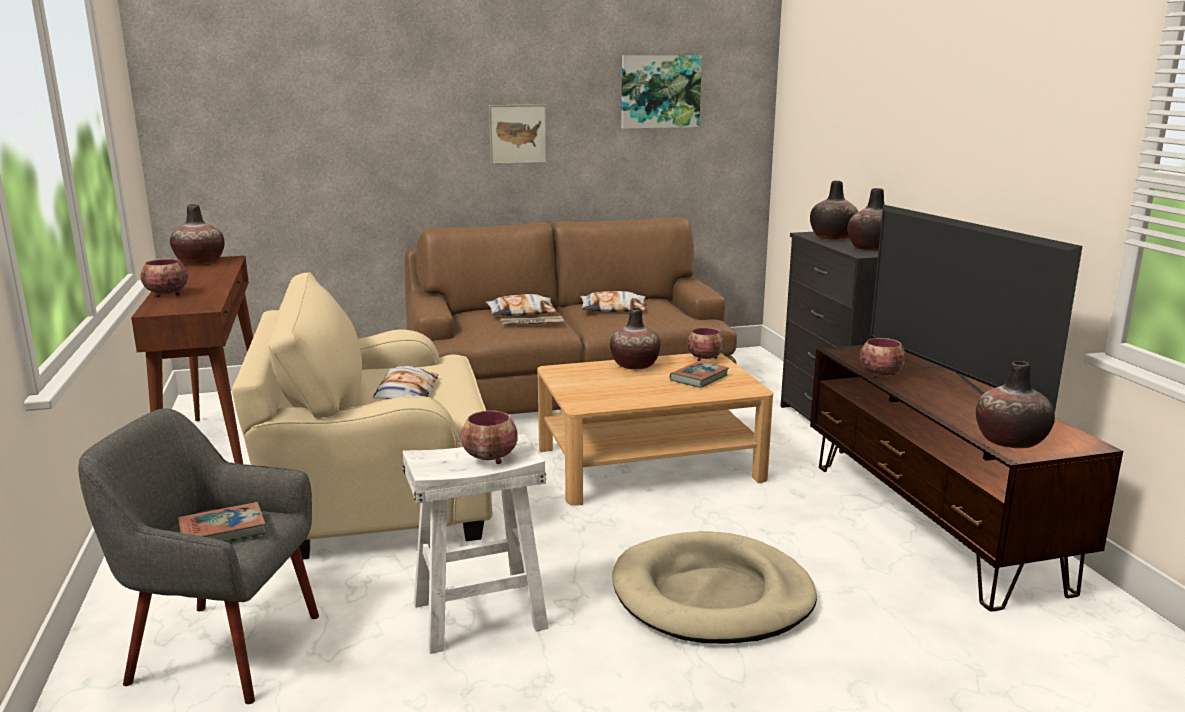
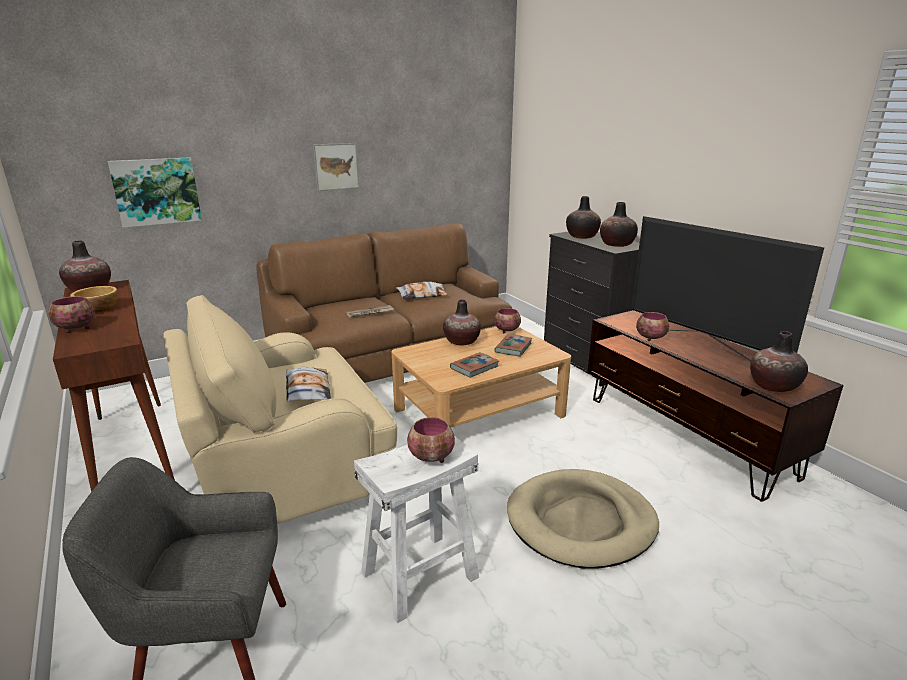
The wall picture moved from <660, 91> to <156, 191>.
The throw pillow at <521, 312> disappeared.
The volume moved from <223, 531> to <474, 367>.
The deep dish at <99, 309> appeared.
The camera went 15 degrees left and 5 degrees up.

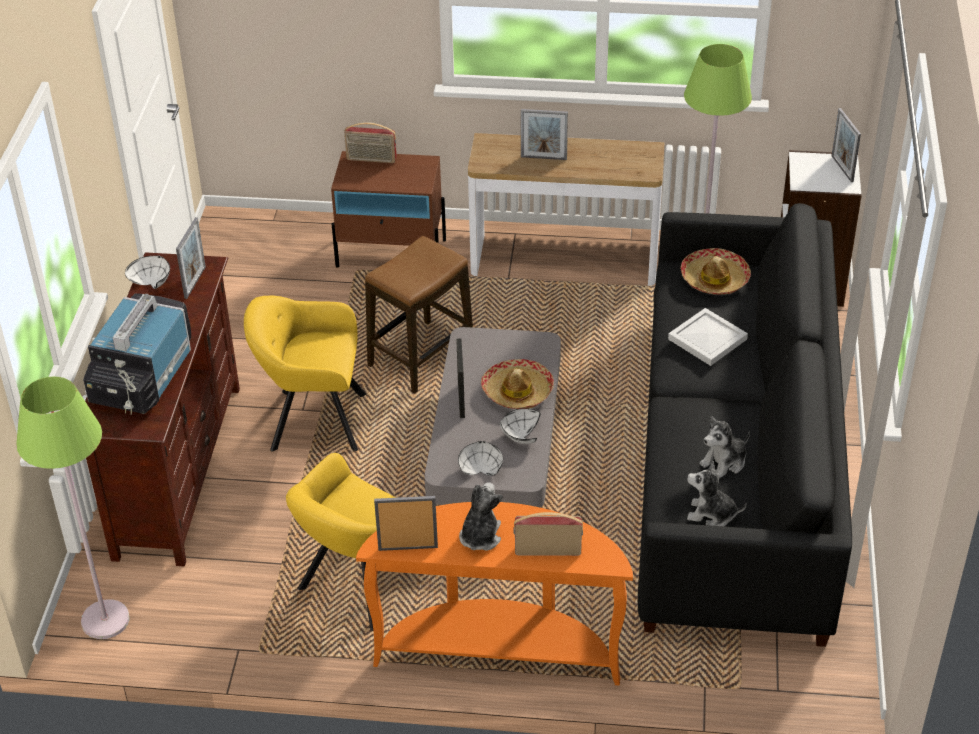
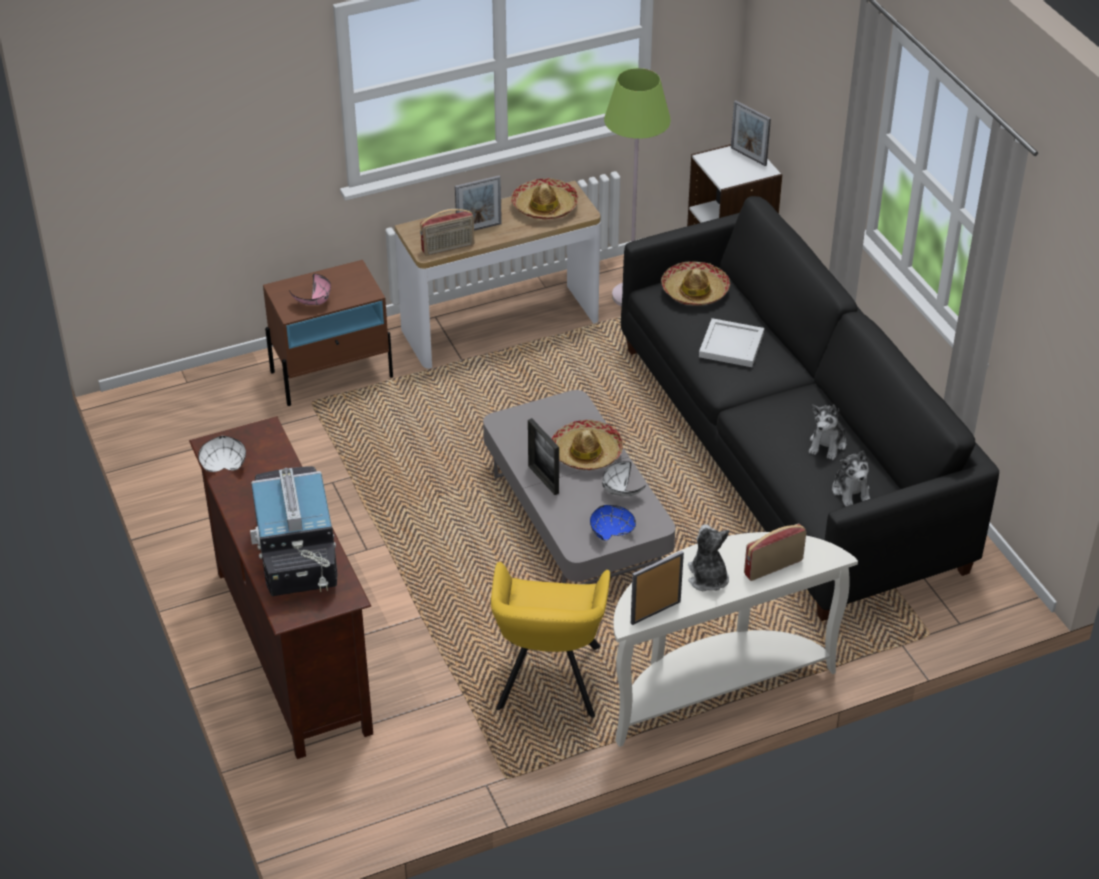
The radio receiver moved from <371, 159> to <448, 248>.
The photo frame at <195, 282> disappeared.
The stool at <421, 357> disappeared.
The yellowish lounge chair at <313, 420> disappeared.
The green-coloured standard lamp at <105, 620> disappeared.
The whitish deep dish at <480, 468> became the bluish deep dish at <609, 532>.
The cuddly toy at <711, 514> turned 90 degrees counterclockwise.
The orange-coloured narrow table at <499, 649> became the whitish narrow table at <714, 686>.
The clothing hat at <545, 206> appeared.
The pink-coloured deep dish at <315, 302> appeared.
The camera went 30 degrees left and 0 degrees up.

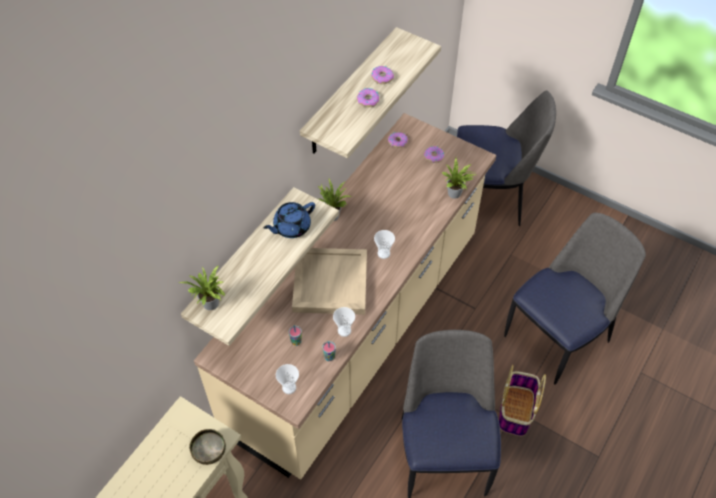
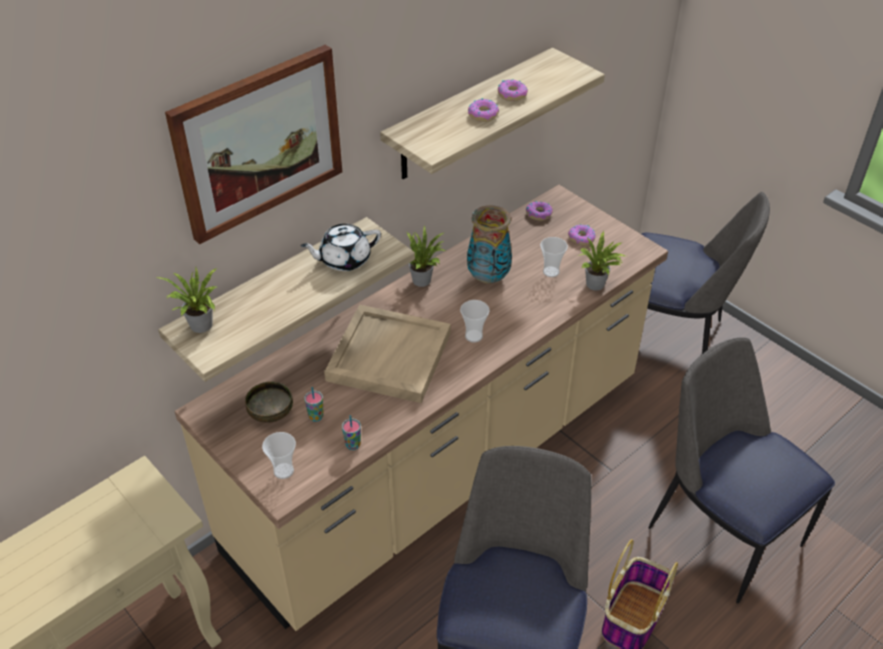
The bluish tea pot at <291, 227> became the whitish tea pot at <344, 260>.
The plain chair at <558, 336> turned 105 degrees counterclockwise.
The drinking cup moved from <344, 331> to <551, 272>.
The deep dish moved from <209, 452> to <270, 414>.
The wall picture at <258, 142> appeared.
The decorative vase at <488, 278> appeared.
The camera went 15 degrees right and 10 degrees down.

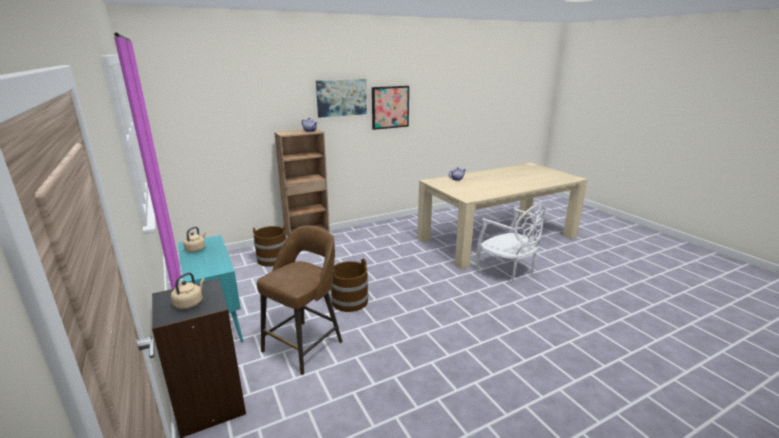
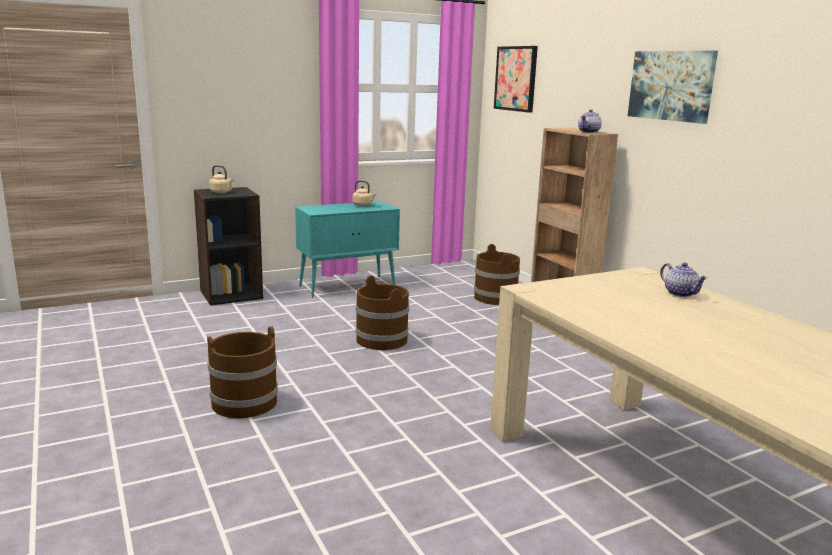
The wall picture moved from <390, 107> to <516, 78>.
The whitish plain chair at <507, 271> disappeared.
The brown stool at <304, 345> disappeared.
The brown bucket at <245, 402> appeared.
The camera went 90 degrees right and 5 degrees down.

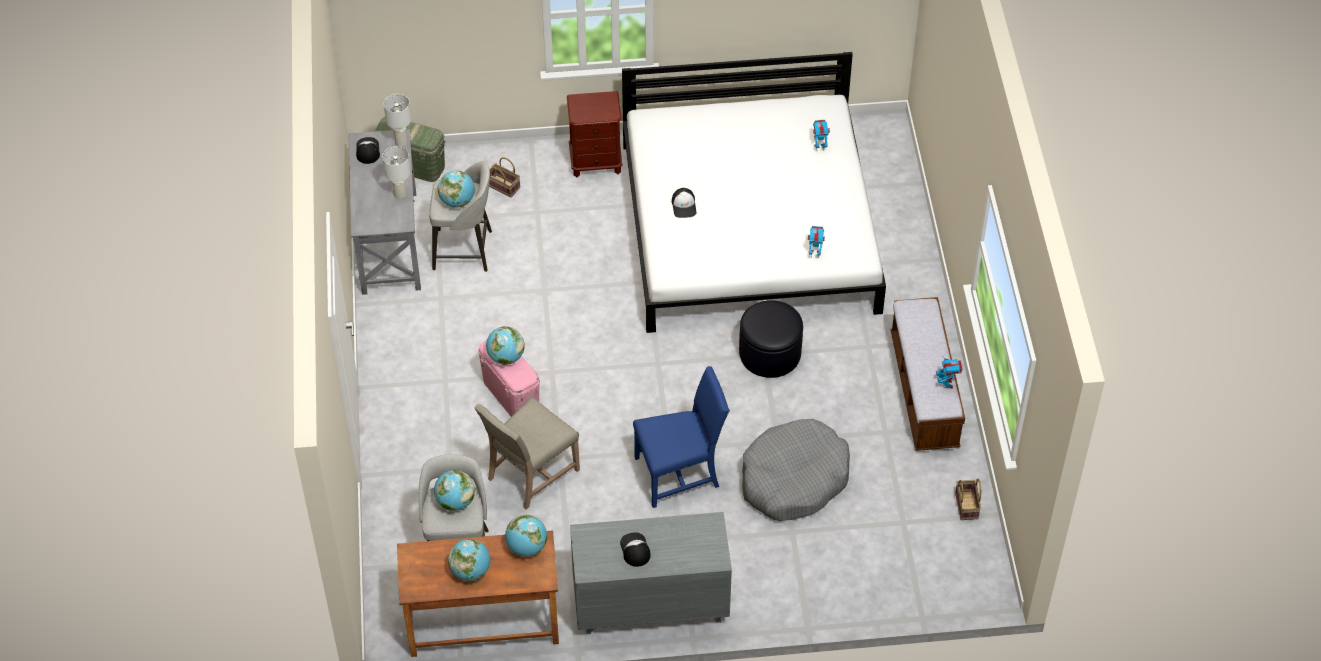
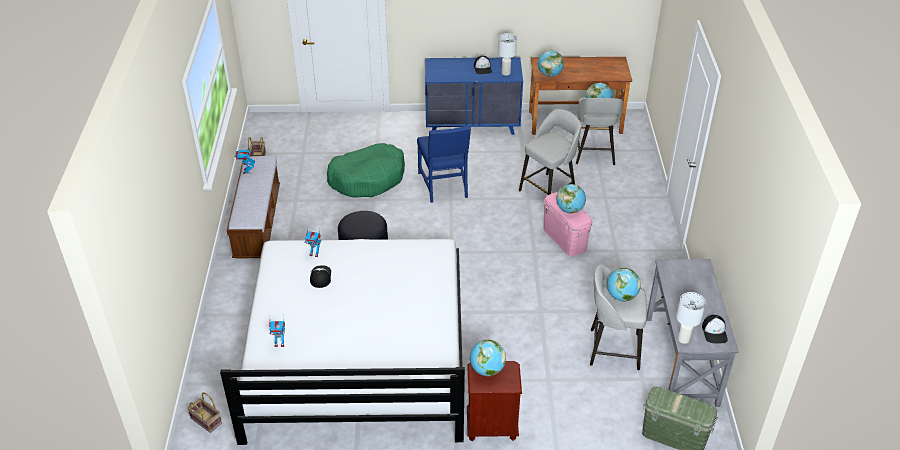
The whitish lamp for a table moved from <400, 194> to <506, 73>.
The storage basket moved from <502, 186> to <207, 420>.
The peaked cap moved from <684, 206> to <320, 277>.
The bluish plain chair at <680, 473> turned 90 degrees counterclockwise.
The sand-coloured plain chair at <530, 474> was replaced by the greyish stool at <548, 191>.
The greyish dog bed at <793, 479> became the green-coloured dog bed at <368, 178>.
The greyish chest of drawers at <650, 605> became the bluish chest of drawers at <472, 124>.
The globe moved from <470, 571> to <487, 370>.
The camera went 175 degrees left and 10 degrees down.

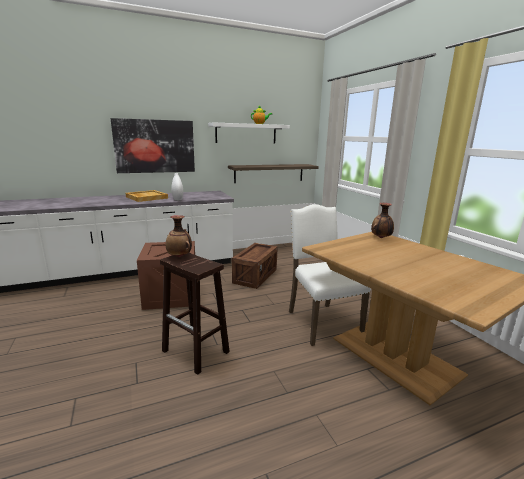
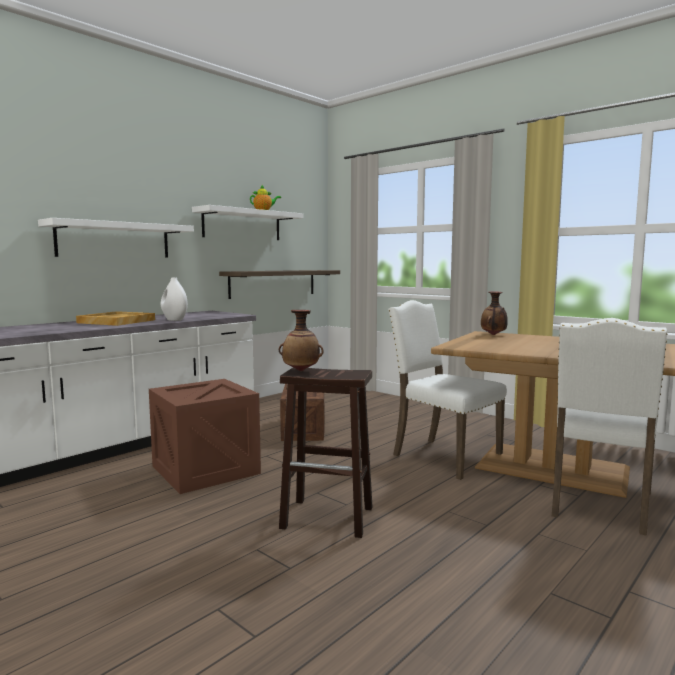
The wall picture at <155, 146> was replaced by the whitish wall shelf at <114, 240>.
The whitish plain chair at <598, 504> appeared.
The camera went 25 degrees left and 10 degrees down.

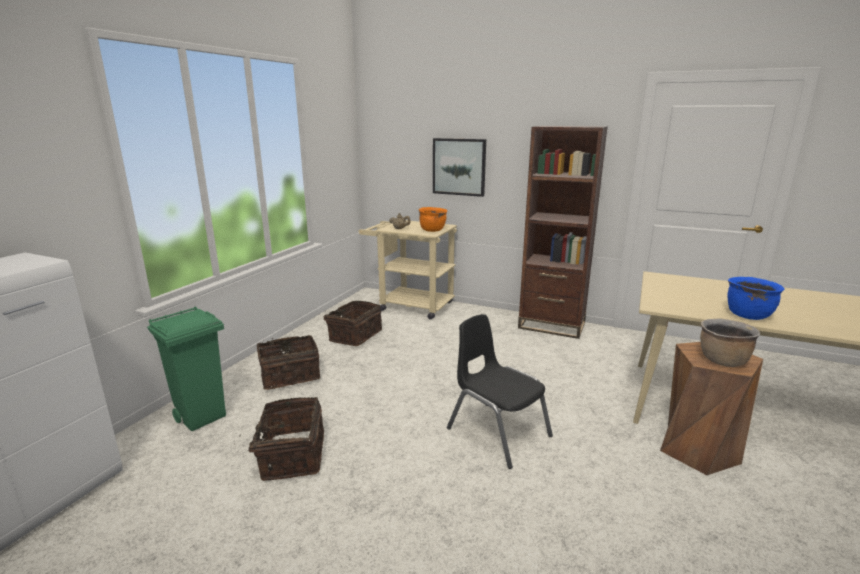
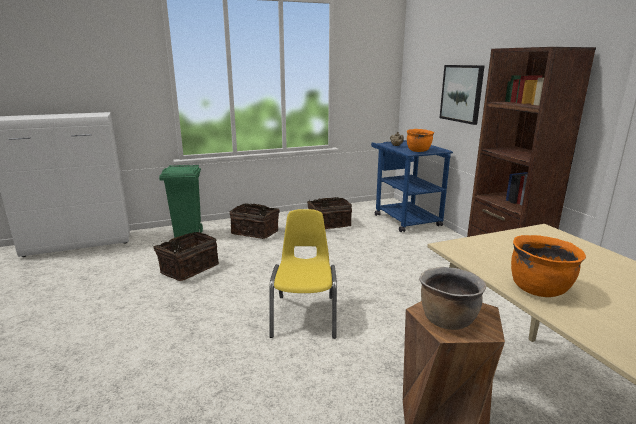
The sand-coloured wheeled cart at <410, 305> became the bluish wheeled cart at <403, 218>.
The bluish saucepot at <748, 315> became the orange-coloured saucepot at <539, 289>.
The blackish plain chair at <497, 432> became the yellowish plain chair at <305, 316>.
The camera went 45 degrees right and 0 degrees up.

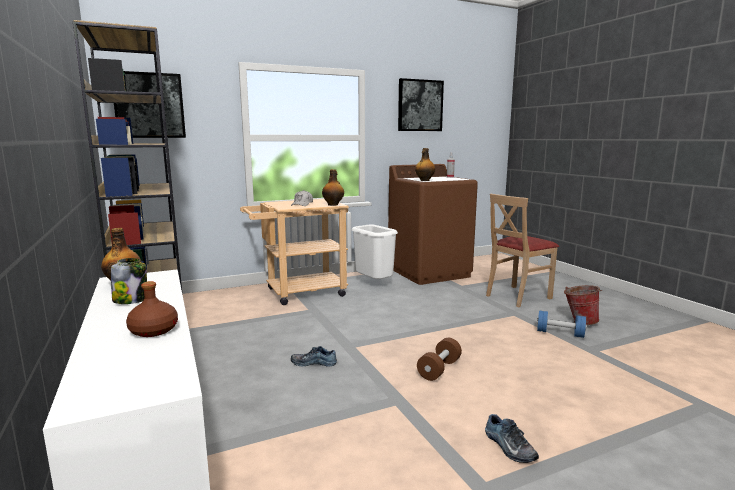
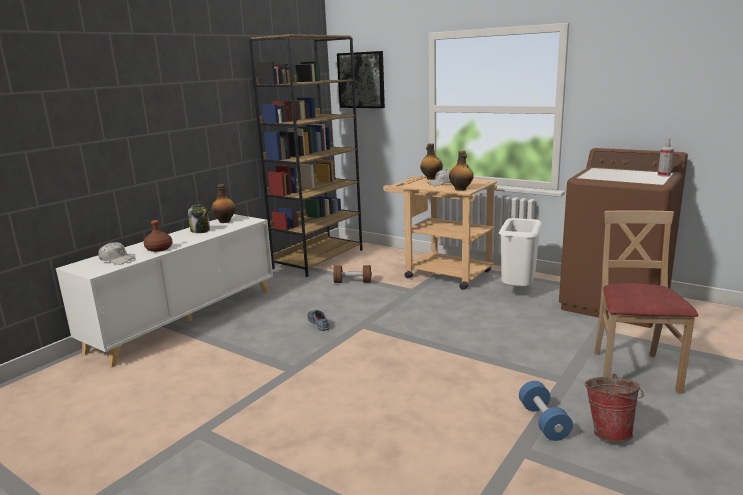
The wall picture at <420, 105> disappeared.
The drink bottle moved from <424, 180> to <431, 178>.
The sand-coloured plain chair at <517, 296> turned 75 degrees clockwise.
The brown dumbbell moved from <439, 369> to <353, 282>.
The item of footwear at <508, 447> disappeared.
The whitish peaked cap at <117, 260> appeared.
The camera went 60 degrees right and 5 degrees up.

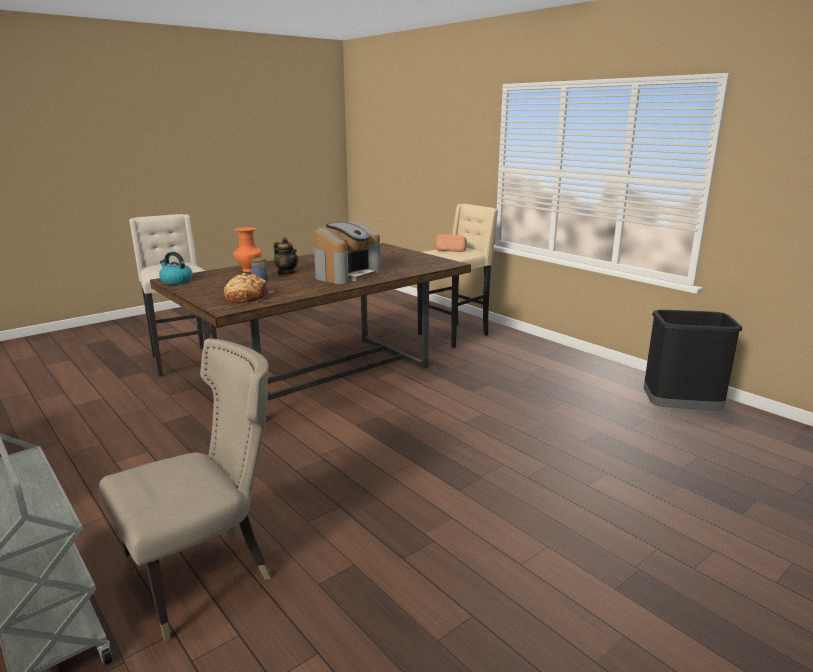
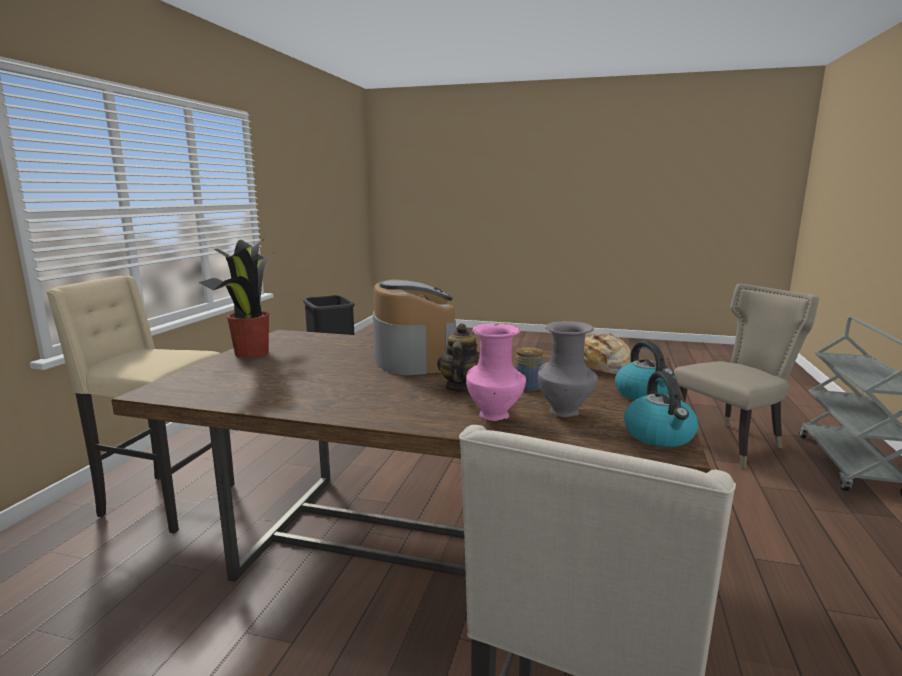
The coffee brewer at <347, 274> turned 75 degrees clockwise.
The orange-coloured decorative vase at <248, 270> became the pink-coloured decorative vase at <495, 415>.
The bakery bread at <451, 250> disappeared.
The sand-coloured plain chair at <206, 574> turned 135 degrees clockwise.
The plant in a pot at <251, 353> appeared.
The greyish decorative vase at <565, 412> appeared.
The water kettle at <645, 395> appeared.
The camera went 125 degrees left and 5 degrees down.

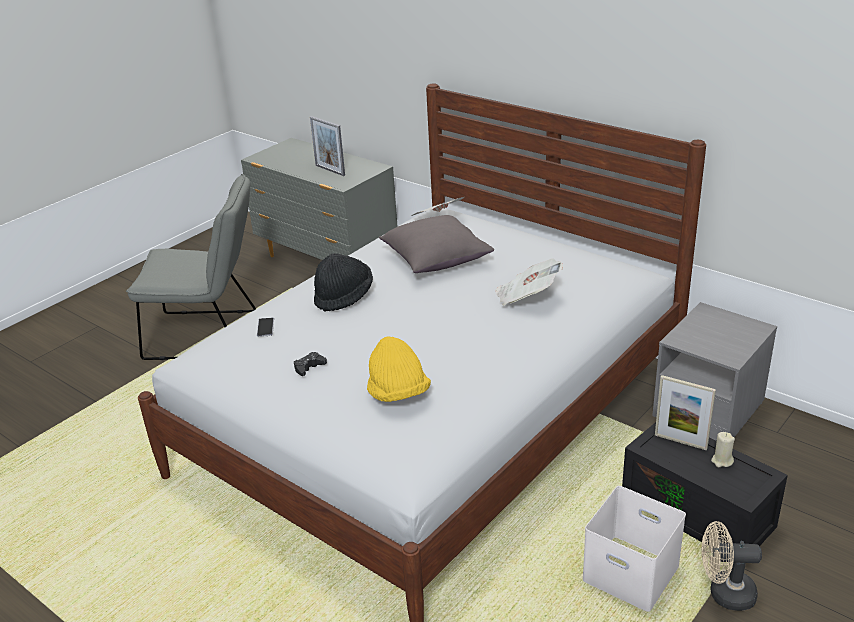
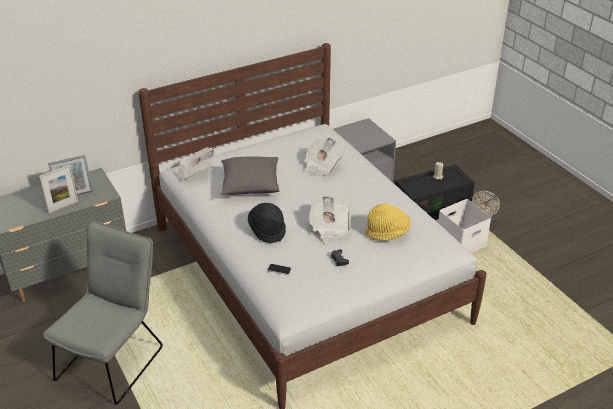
The photo frame moved from <680, 441> to <63, 207>.
The printed paper at <329, 229> appeared.
The camera went 70 degrees left and 5 degrees up.

